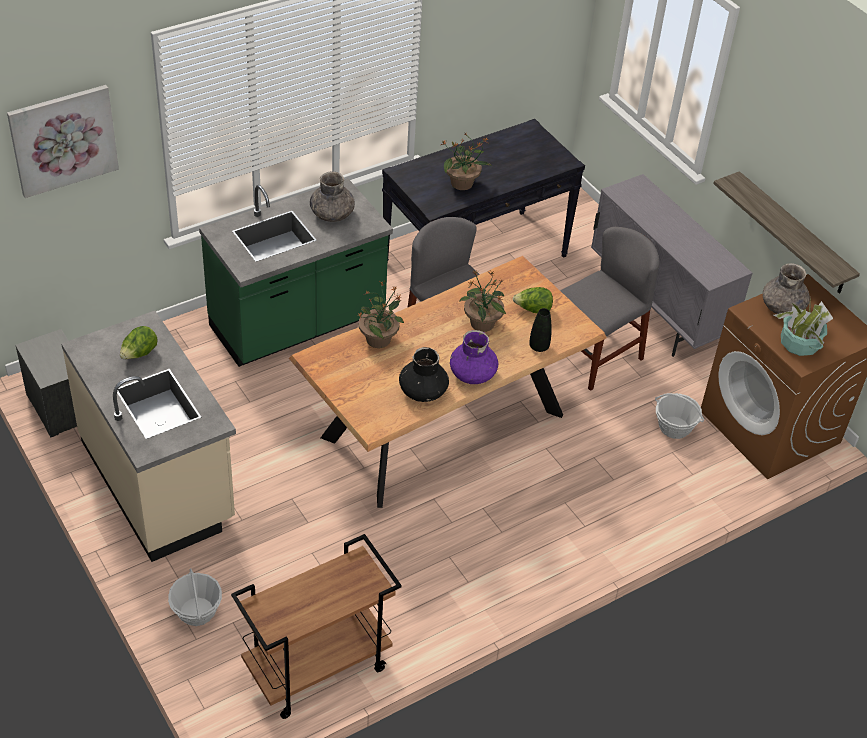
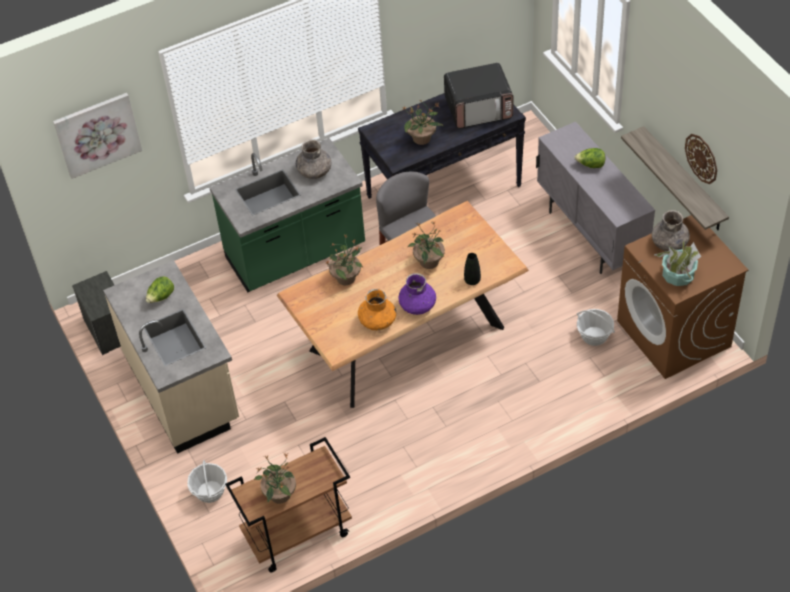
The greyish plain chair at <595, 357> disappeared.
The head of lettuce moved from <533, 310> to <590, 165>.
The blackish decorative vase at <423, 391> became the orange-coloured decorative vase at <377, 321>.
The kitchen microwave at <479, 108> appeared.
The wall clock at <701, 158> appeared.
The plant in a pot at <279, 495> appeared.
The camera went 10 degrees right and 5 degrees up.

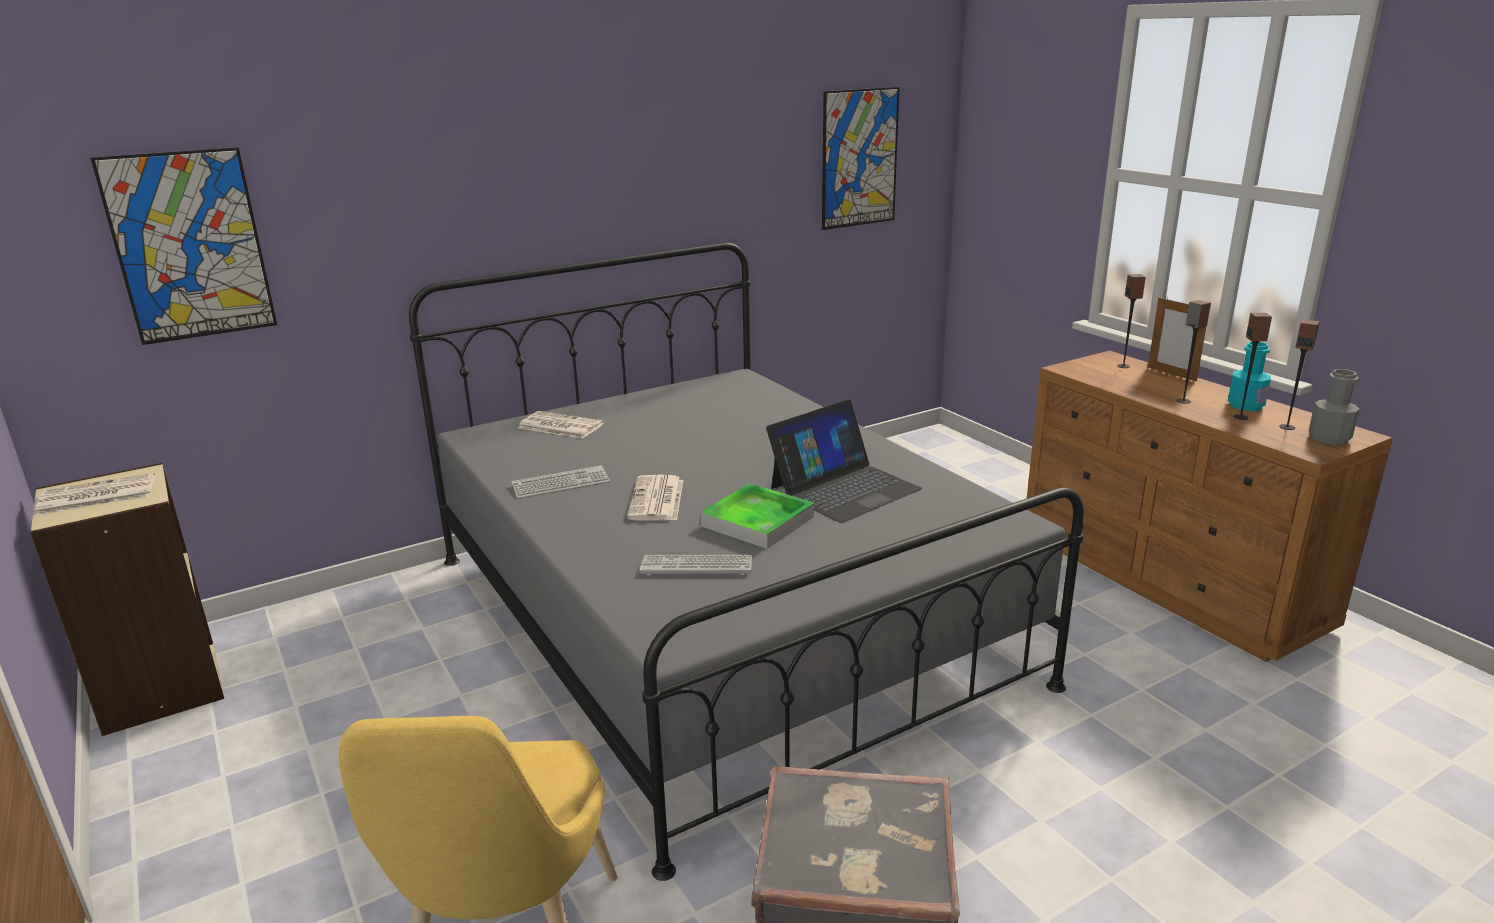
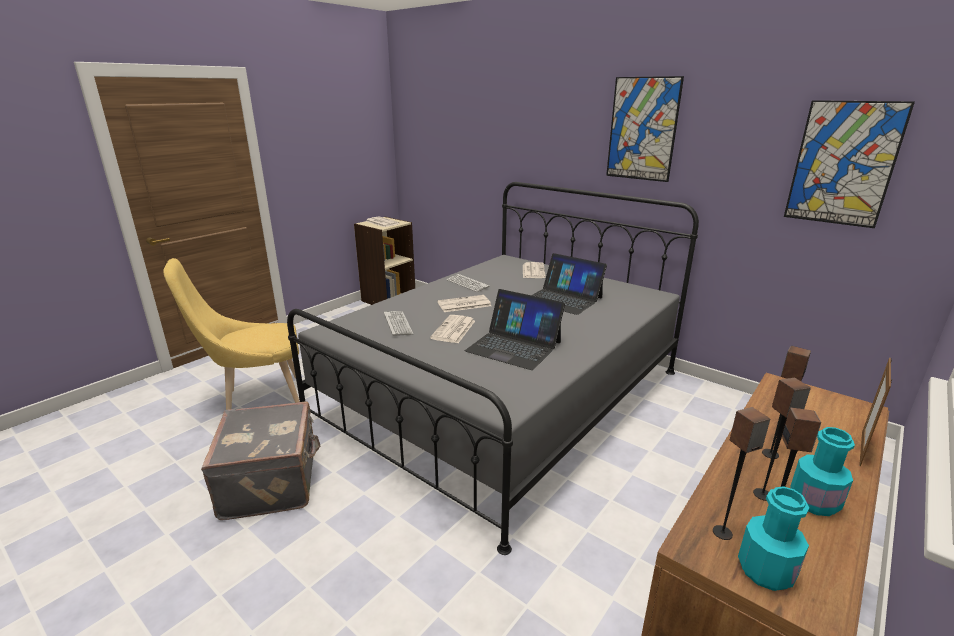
The wall picture moved from <189, 246> to <642, 129>.
The audio speaker moved from <1123, 366> to <722, 533>.
The greyish drink bottle at <1329, 438> became the turquoise-coloured drink bottle at <765, 571>.
The carrying tray at <757, 521> was replaced by the printed paper at <453, 330>.
The laptop at <563, 299> appeared.
The camera went 70 degrees right and 0 degrees up.

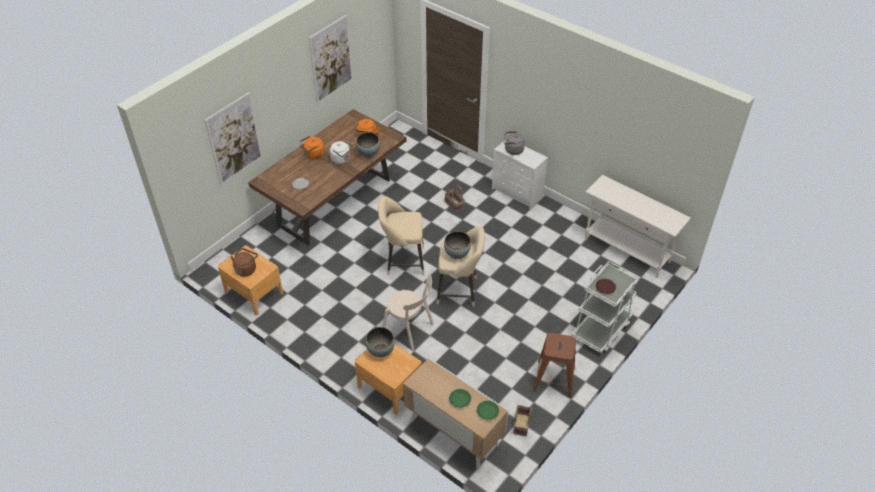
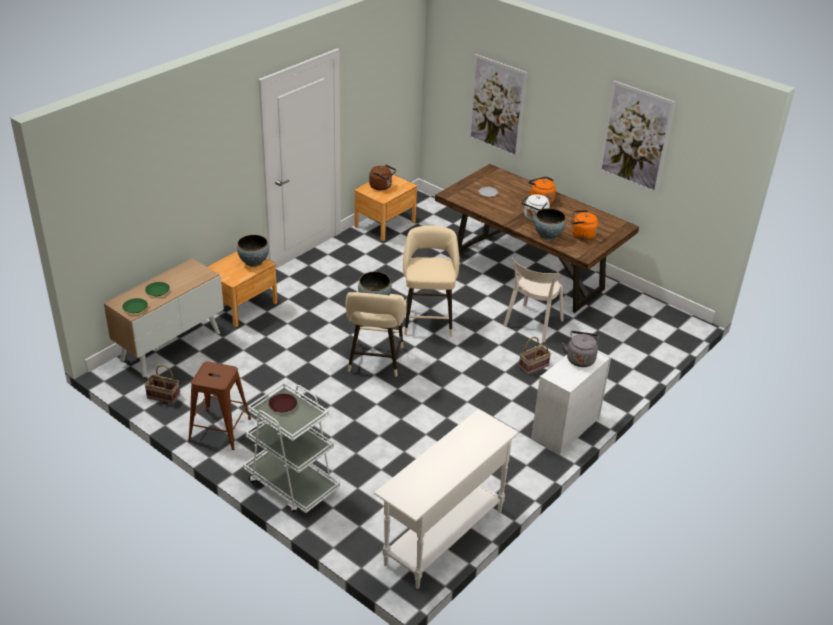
The sand-coloured plain chair moved from <409, 330> to <532, 324>.
The camera went 90 degrees right and 10 degrees down.

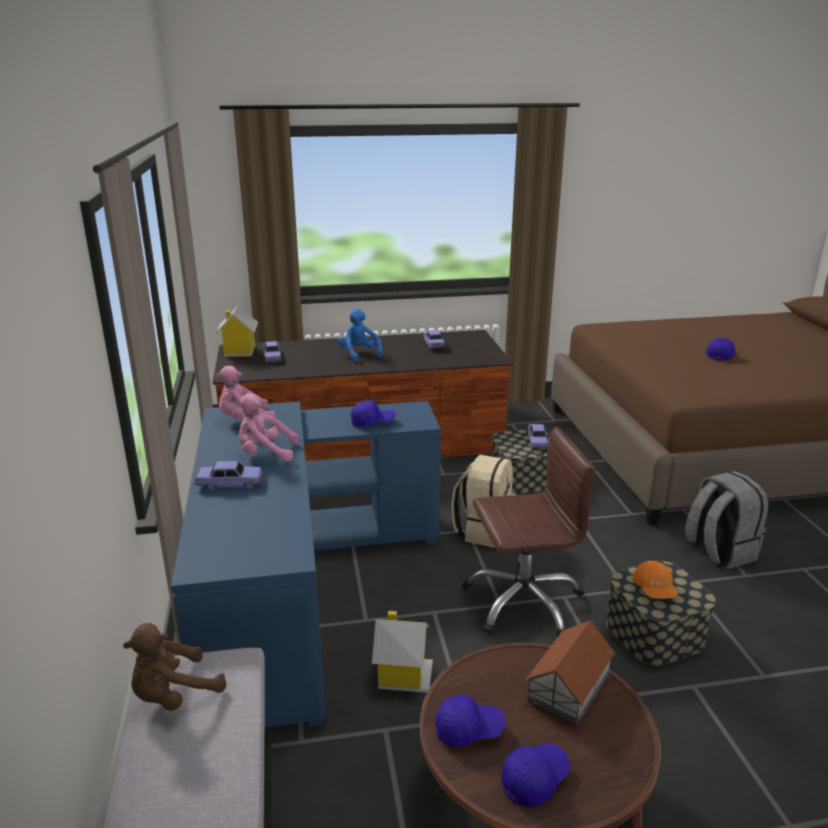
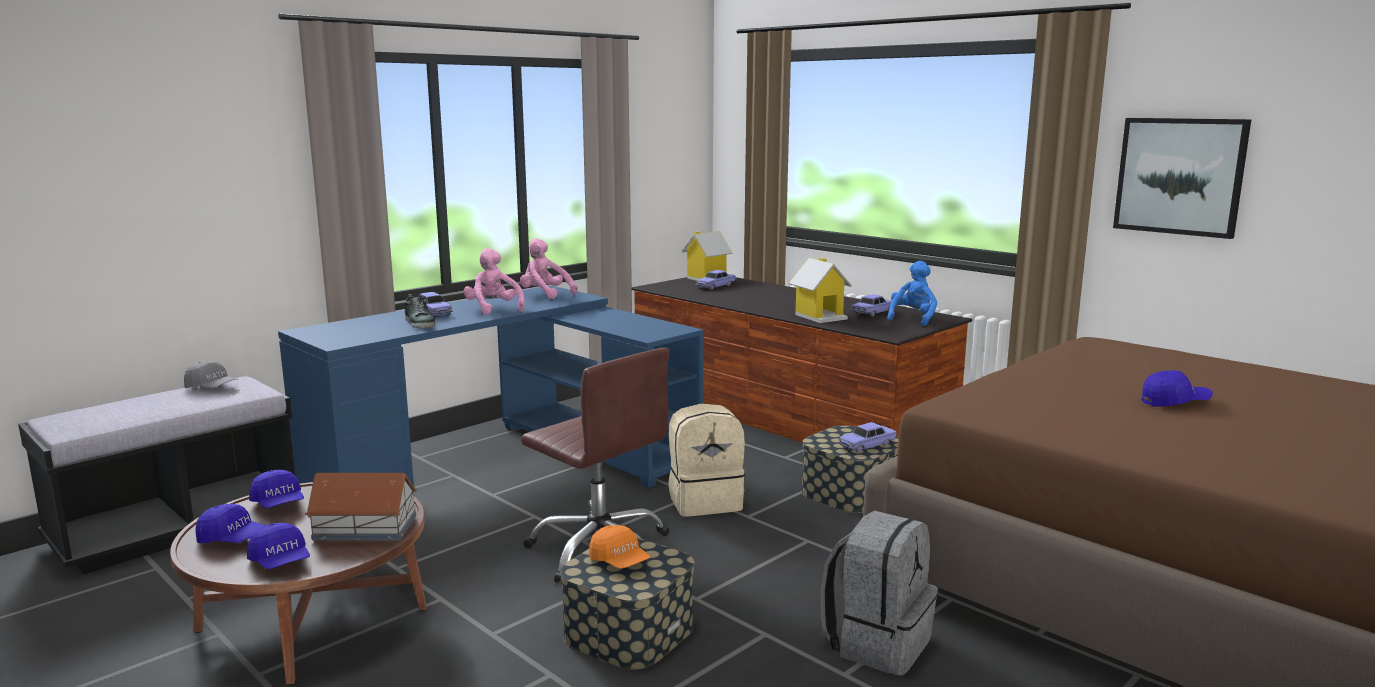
The bluish cuddly toy moved from <359, 354> to <912, 318>.
The bluish peaked cap moved from <373, 422> to <281, 562>.
The orange-coloured peaked cap at <654, 590> turned 90 degrees counterclockwise.
The toy house moved from <402, 674> to <820, 316>.
The brown cuddly toy at <174, 695> was replaced by the greyish peaked cap at <212, 388>.
The wall picture at <1180, 176> appeared.
The item of footwear at <420, 323> appeared.
The camera went 55 degrees right and 10 degrees down.

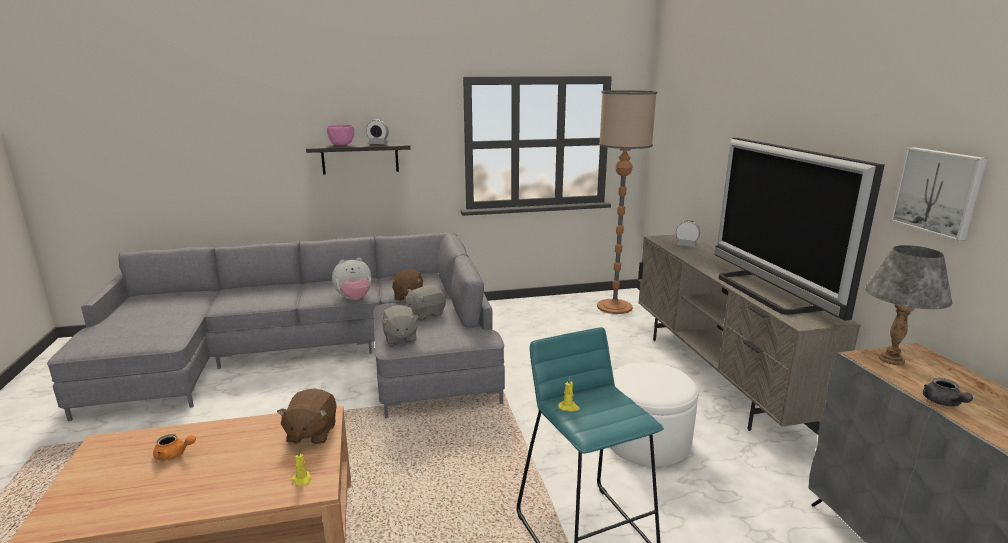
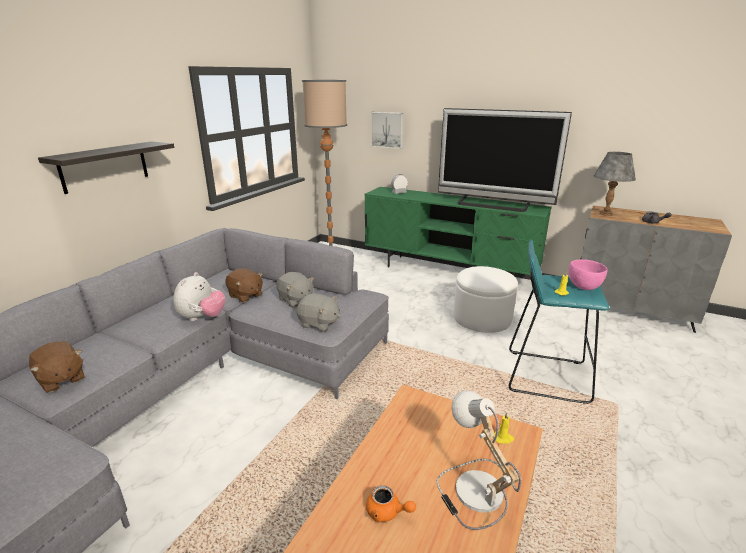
The alarm clock at <378, 144> disappeared.
The pink-coloured deep dish moved from <341, 145> to <583, 287>.
The wall picture moved from <939, 191> to <387, 130>.
The sand-coloured media console at <716, 377> became the green-coloured media console at <448, 272>.
The greyish cuddly toy at <425, 314> turned 45 degrees counterclockwise.
The brown cuddly toy moved from <311, 433> to <61, 380>.
The orange-coloured tea pot at <174, 454> turned 75 degrees clockwise.
The lamp for a table at <473, 490> appeared.
The camera went 50 degrees left and 5 degrees up.

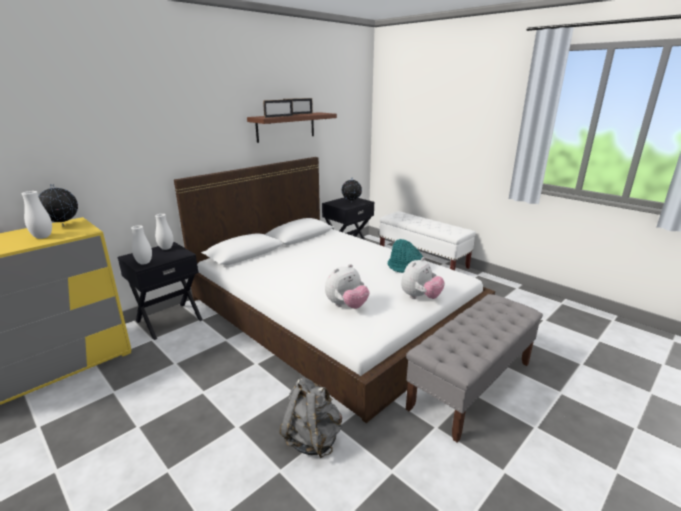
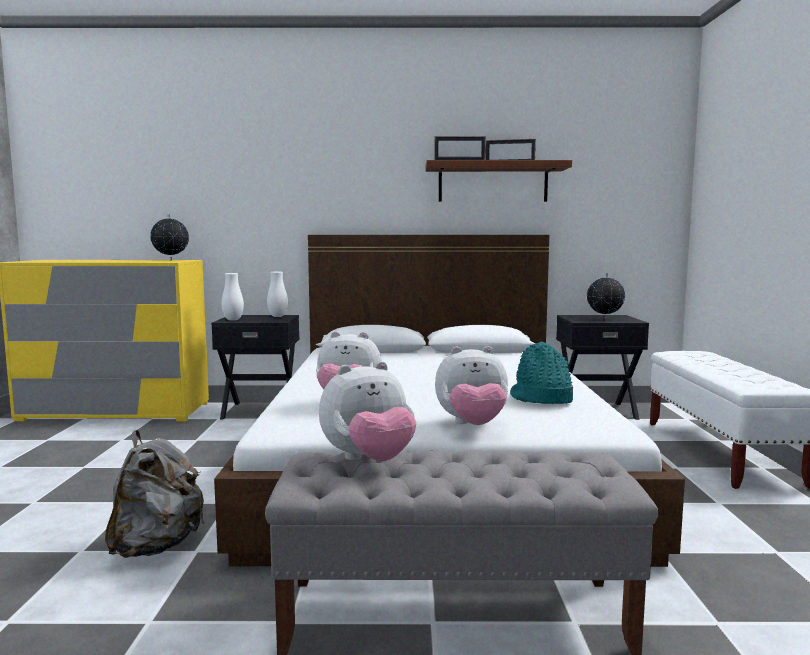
The whitish decorative vase at <43, 237> disappeared.
The cuddly toy at <369, 460> appeared.
The camera went 45 degrees right and 15 degrees down.

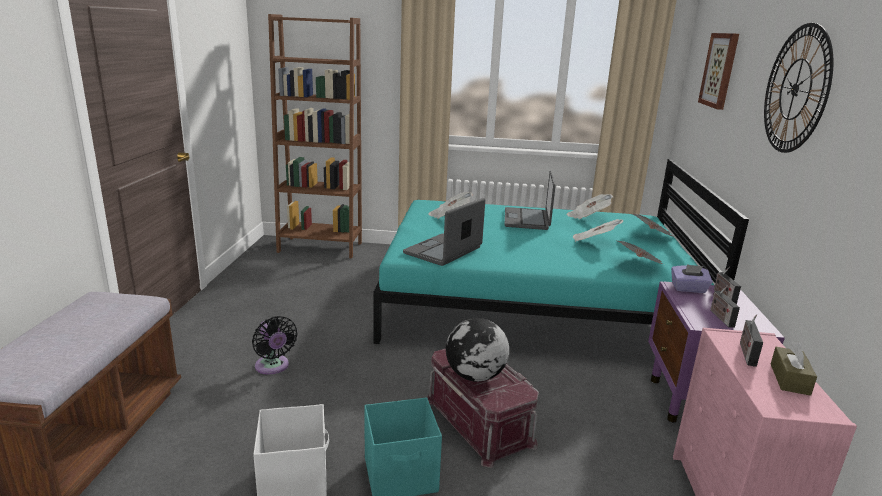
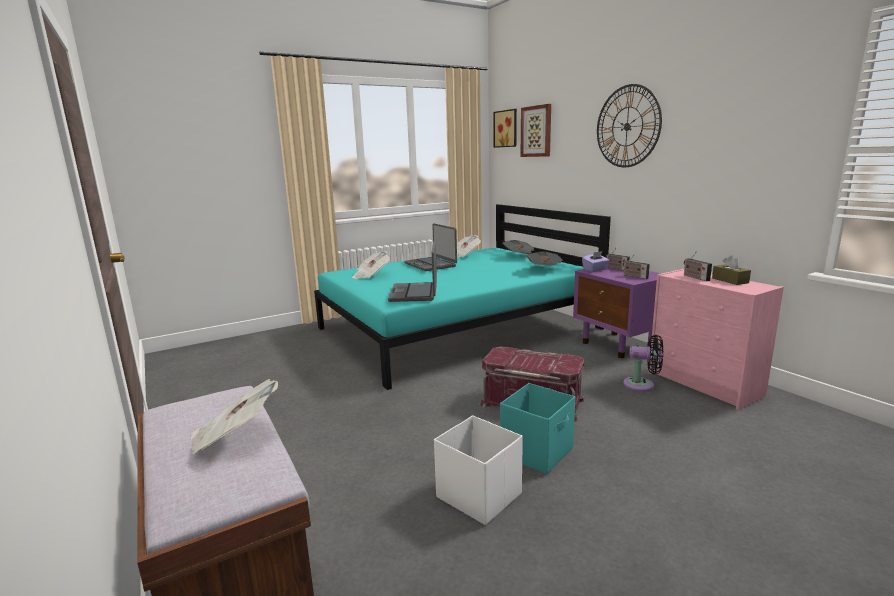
The brown bookcase at <320, 247> disappeared.
The printed paper moved from <594, 242> to <235, 437>.
The blackish fan moved from <273, 367> to <642, 385>.
The globe at <475, 376> disappeared.
The wall picture at <506, 128> appeared.
The camera went 35 degrees left and 5 degrees down.

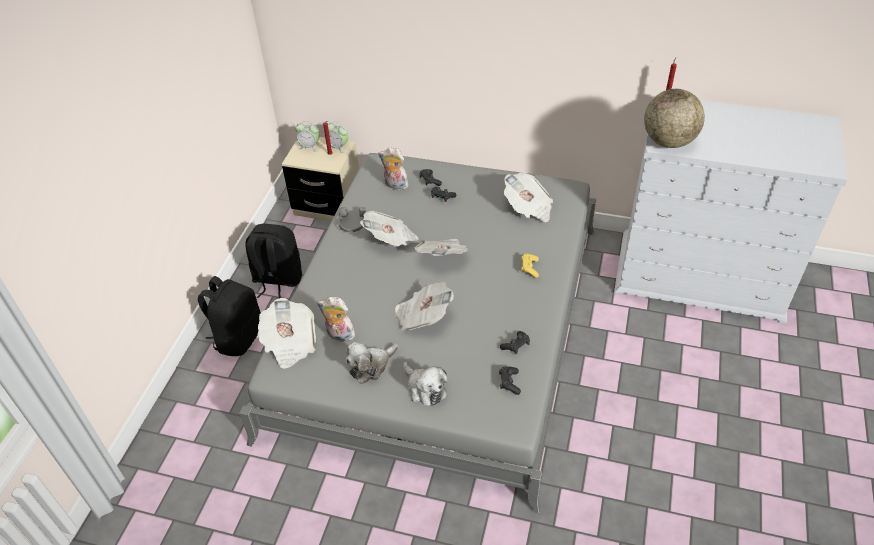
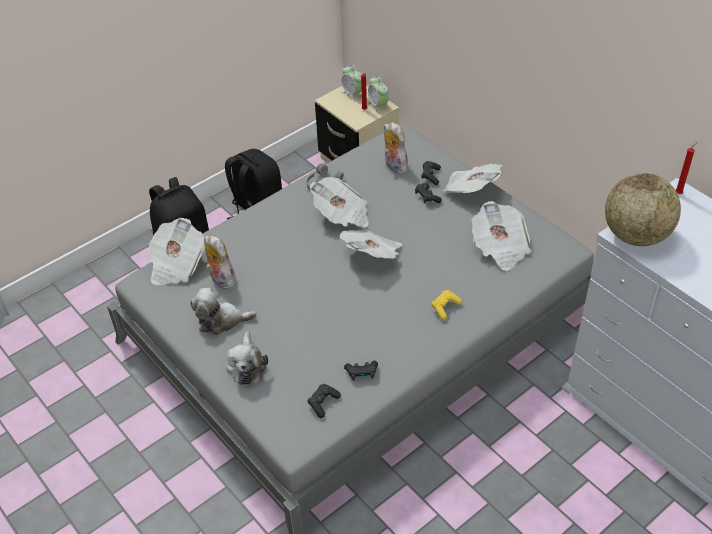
The printed paper moved from <423, 316> to <471, 189>.
The camera went 35 degrees right and 0 degrees up.

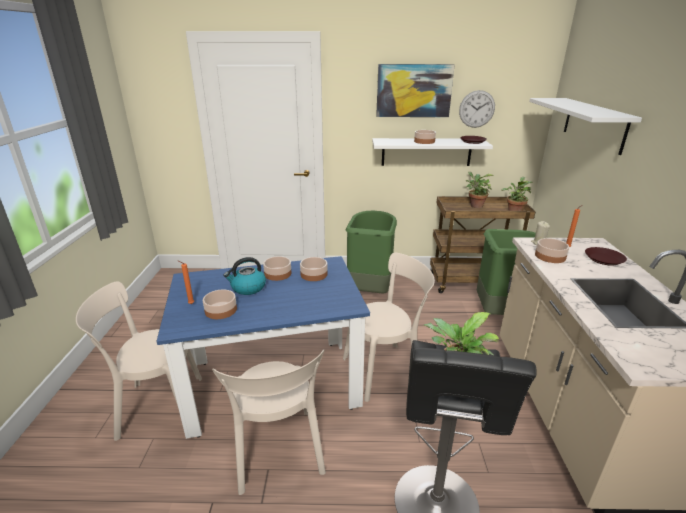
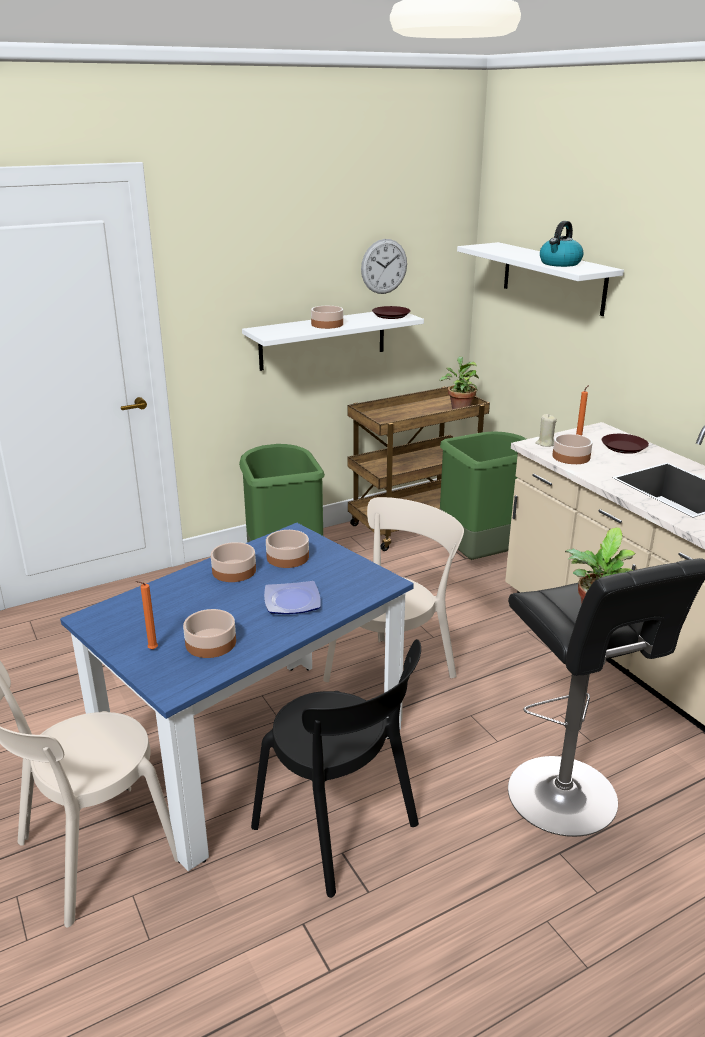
The wall picture at <414, 91> disappeared.
The plant in a pot at <474, 205> disappeared.
The water kettle moved from <248, 288> to <560, 263>.
The sand-coloured plain chair at <278, 454> became the blackish plain chair at <340, 830>.
The dinner plate at <293, 602> appeared.
The camera went 30 degrees left and 0 degrees up.

